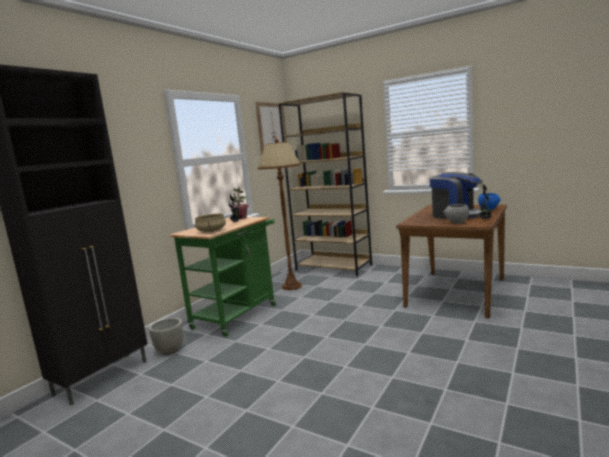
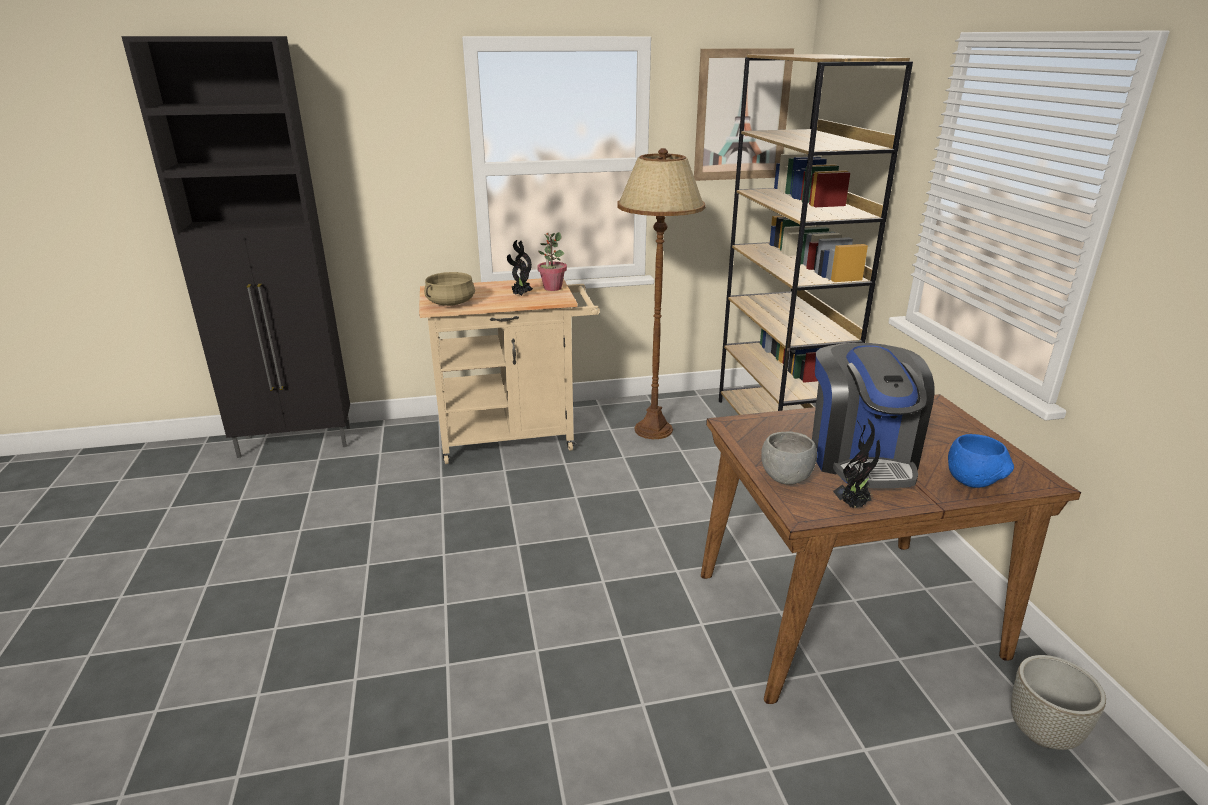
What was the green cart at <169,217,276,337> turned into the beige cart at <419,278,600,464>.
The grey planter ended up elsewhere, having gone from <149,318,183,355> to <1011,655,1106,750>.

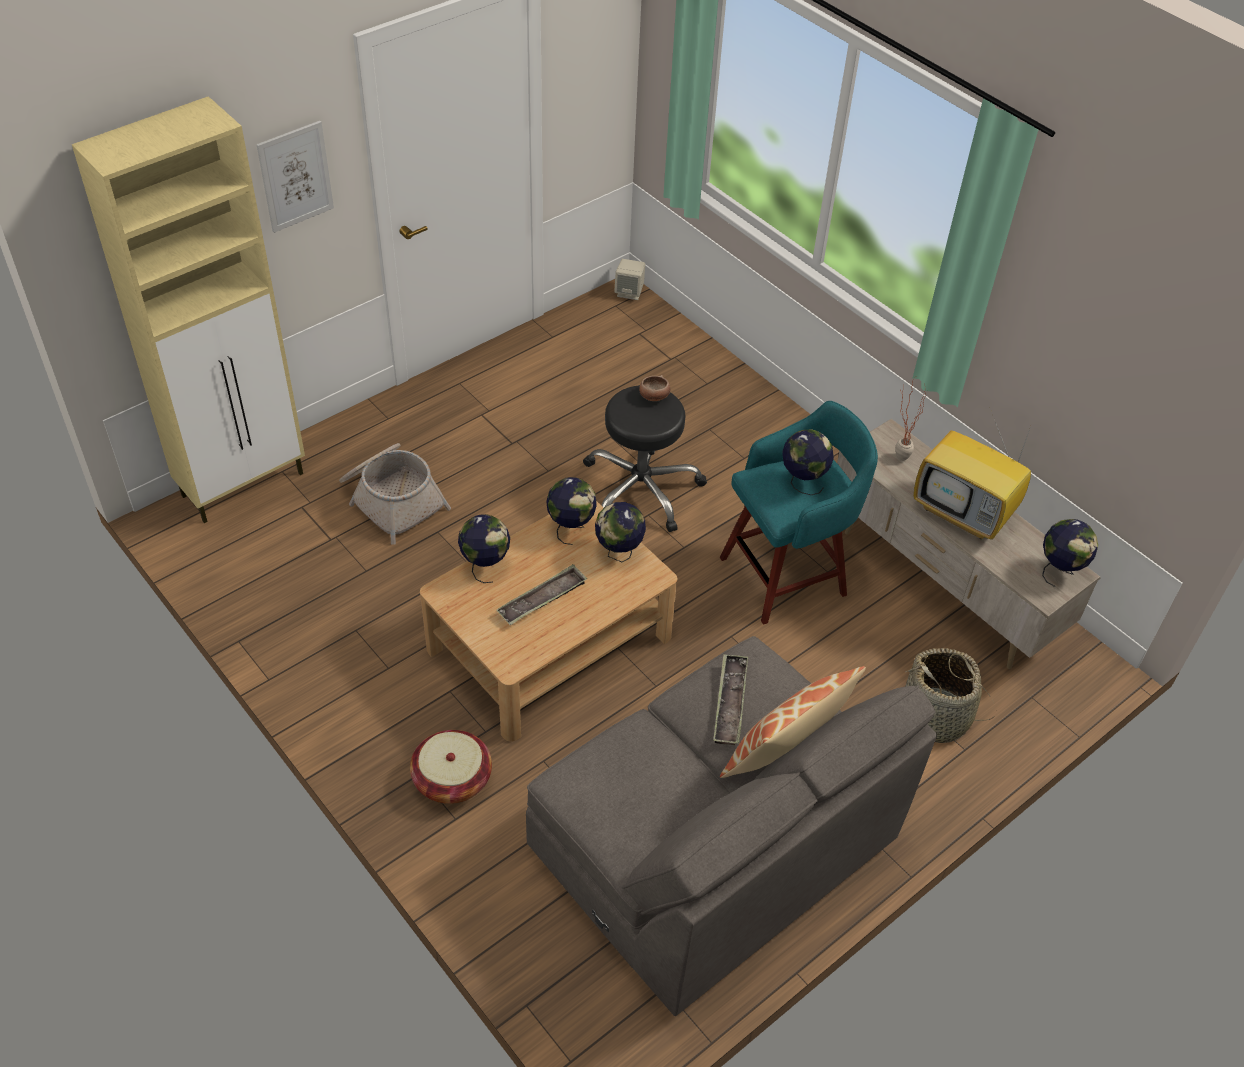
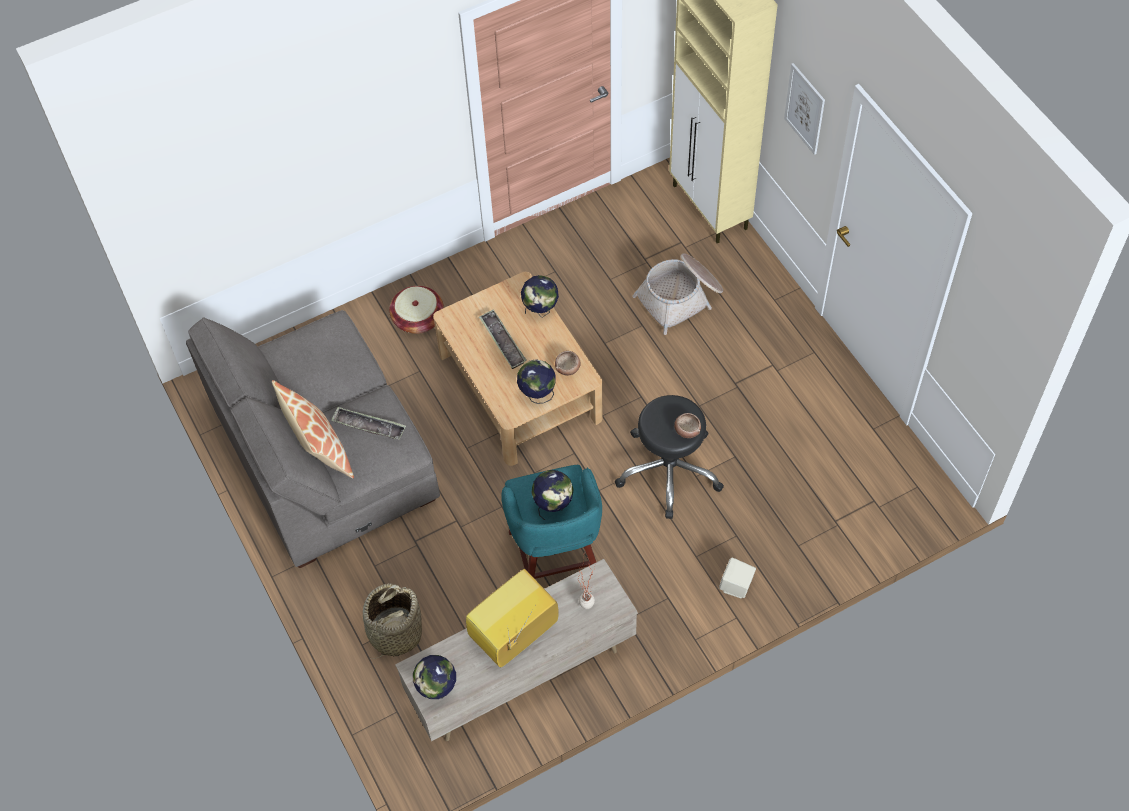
The beige speaker ended up elsewhere, having gone from <614,259,645,300> to <719,557,756,598>.
Where the globe stood at <546,477,597,545>, the bowl came to stand at <555,351,581,376>.

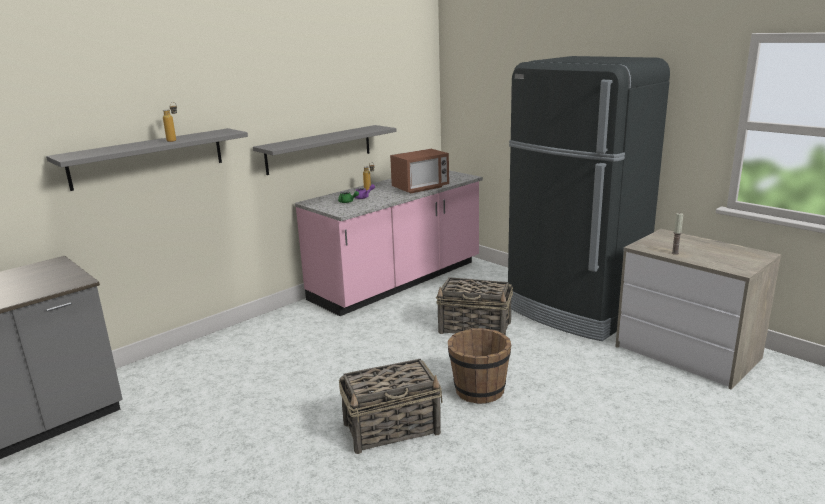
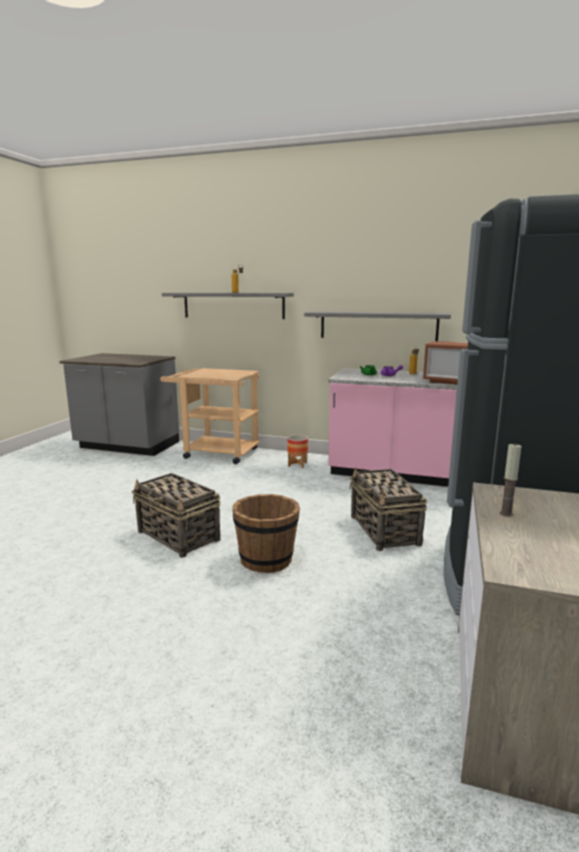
The second view gained the beige cart at <160,368,260,464>.
The second view gained the planter at <287,435,308,468>.

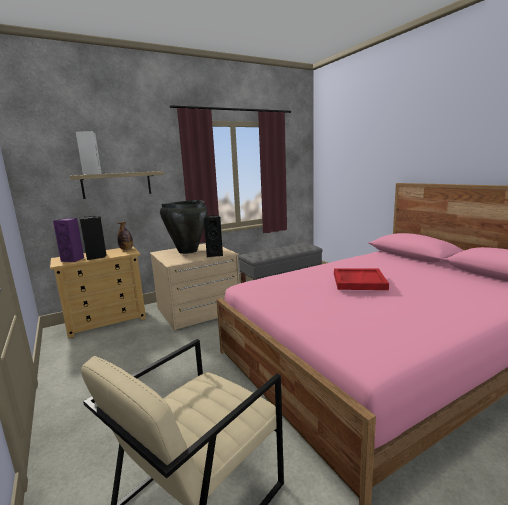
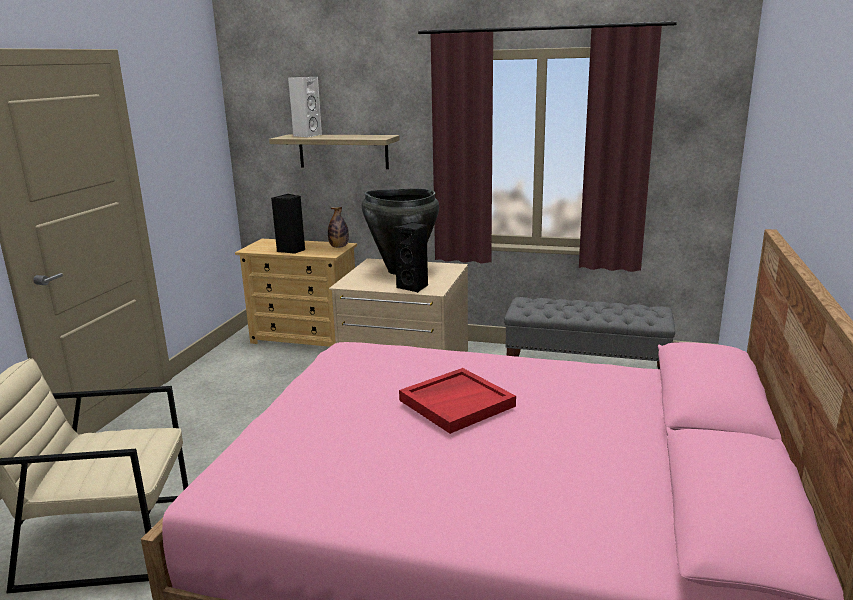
The second view lost the purple speaker at <53,218,84,262>.

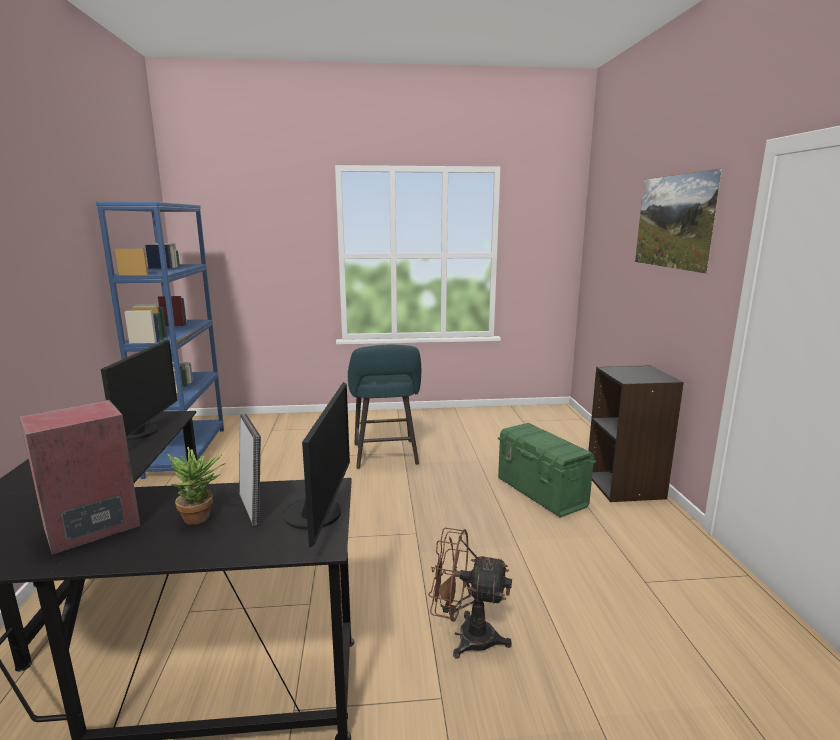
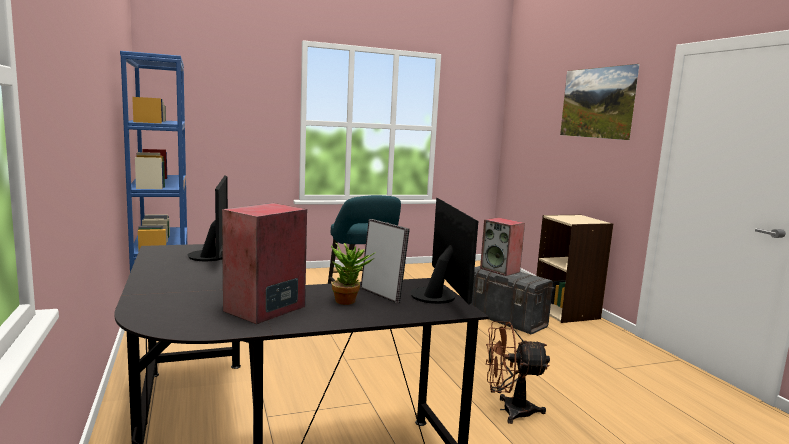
What was the black bookcase at <588,365,684,502> turned into the beige bookcase at <536,215,613,323>.
What was the green storage box at <498,423,596,518> turned into the grey storage box at <471,266,555,335>.
The second view gained the speaker at <480,218,525,276>.

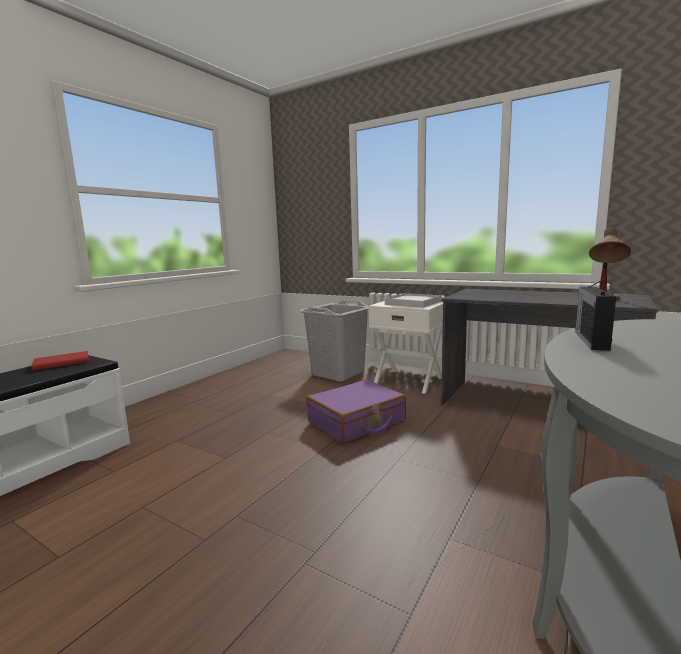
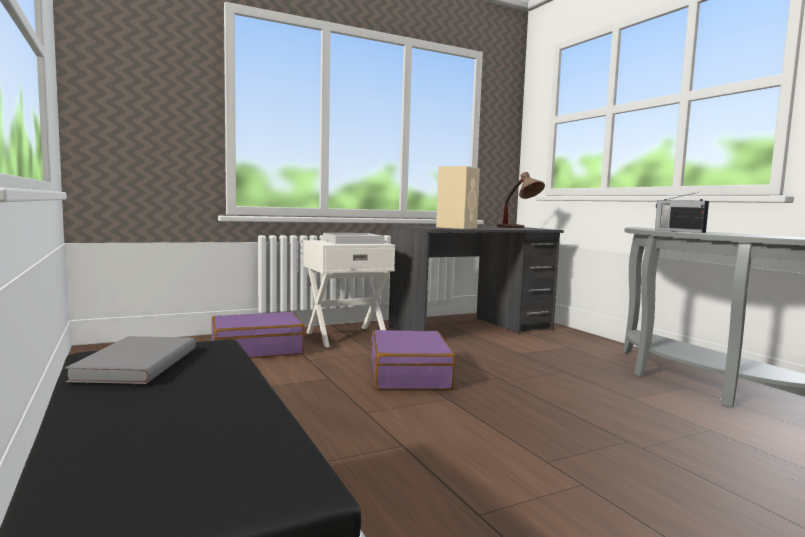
Where the grey laundry basket stood at <299,300,369,382>, the purple suitcase came to stand at <211,312,305,358>.
What was the red book at <31,351,89,371> turned into the grey book at <65,336,196,384>.
The second view gained the beige speaker at <436,166,480,229>.

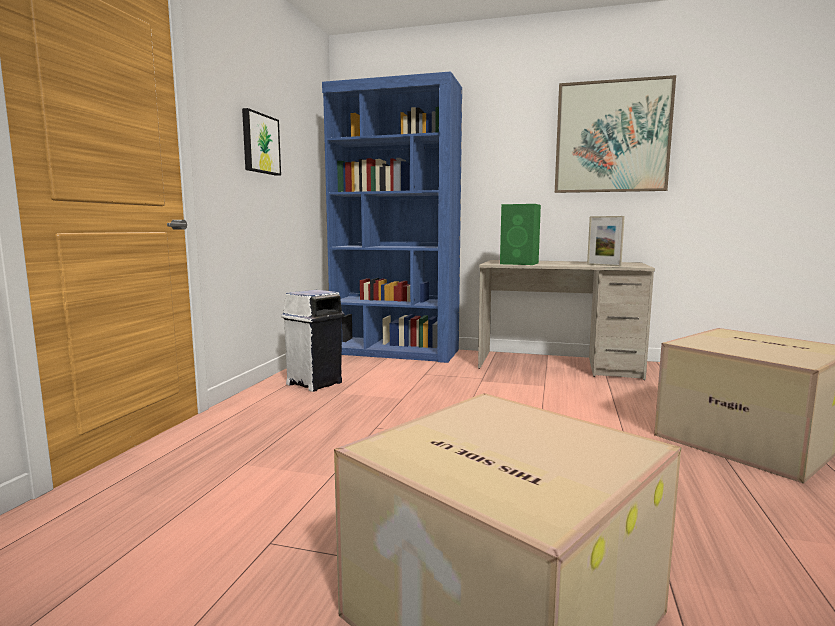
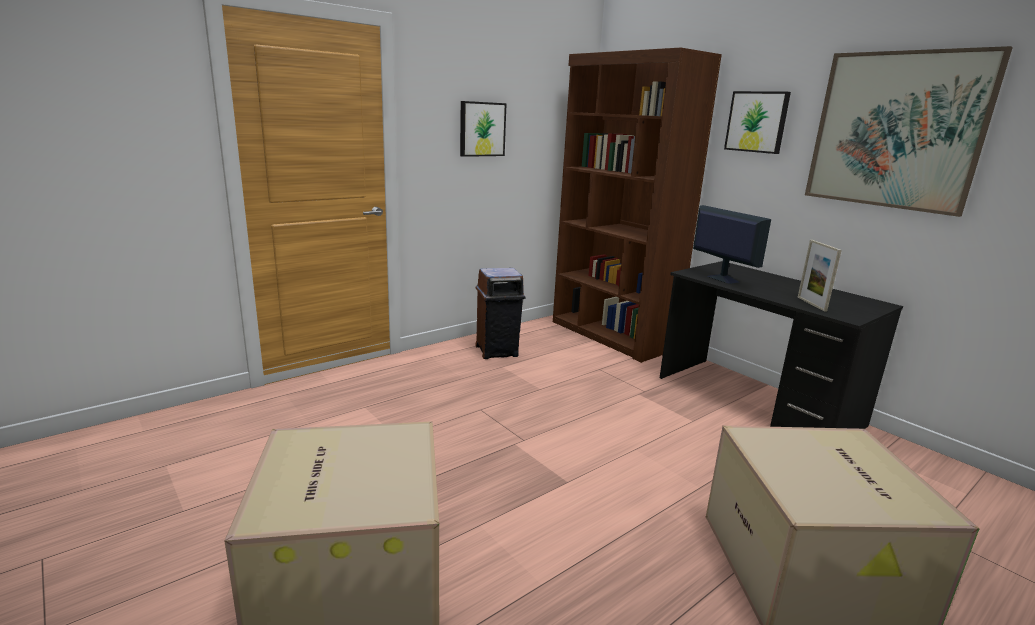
What was the blue bookcase at <322,71,462,363> turned into the brown bookcase at <553,48,722,363>.
Where the green speaker stood at <500,204,541,265>, the monitor came to stand at <693,205,771,284>.
What was the beige desk at <478,260,655,380> turned into the black desk at <660,261,903,429>.
What was the white trash can at <281,290,345,392> turned into the brown trash can at <475,268,525,359>.
The second view gained the picture at <724,91,791,154>.

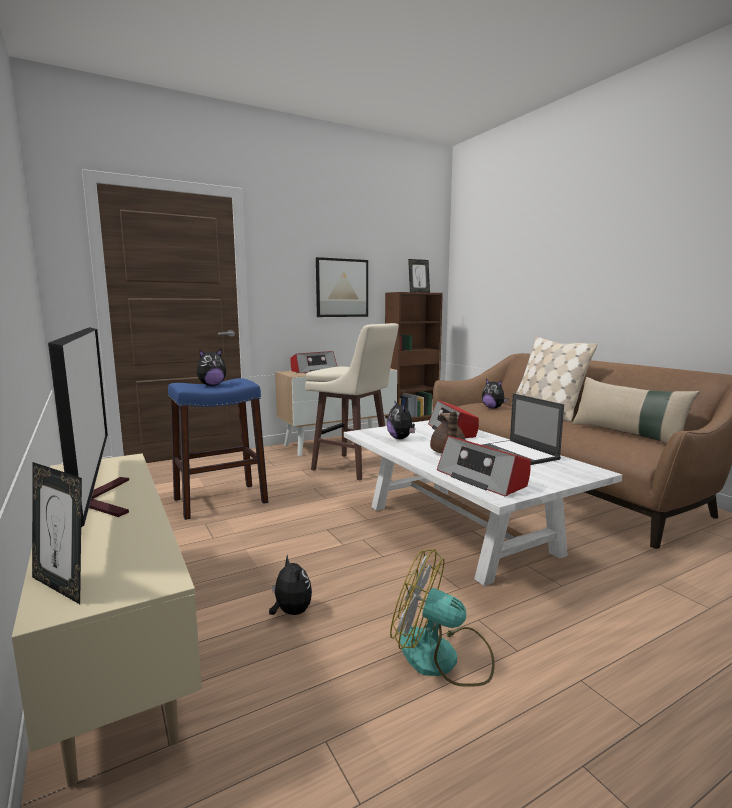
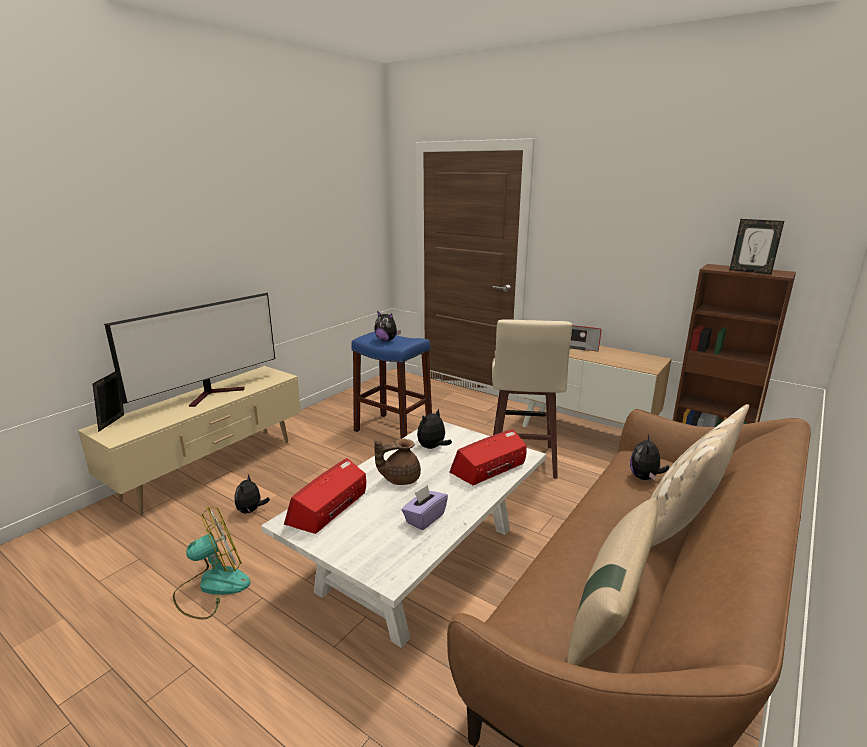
The second view lost the picture at <316,257,368,317>.
Where the laptop stood at <482,393,564,465>, the purple tissue box came to stand at <402,485,448,530>.
The fan at <390,549,495,687> ended up facing another way, 60 degrees clockwise from before.
The plush toy at <269,554,312,615> ended up facing another way, 150 degrees clockwise from before.

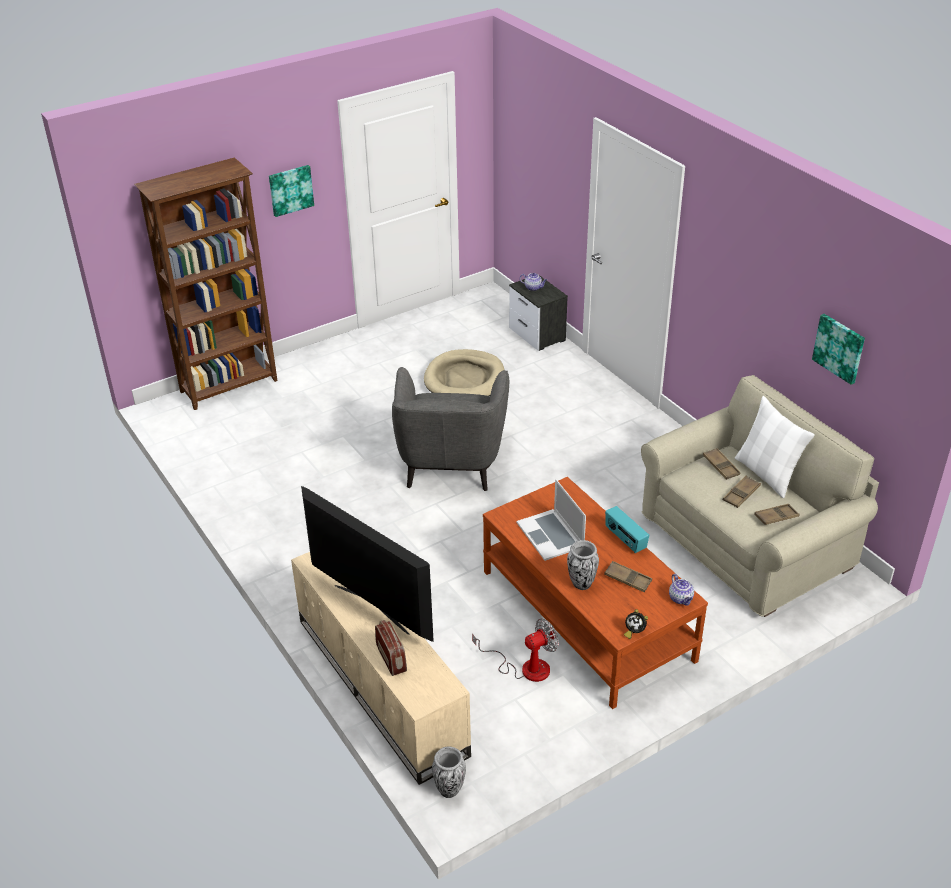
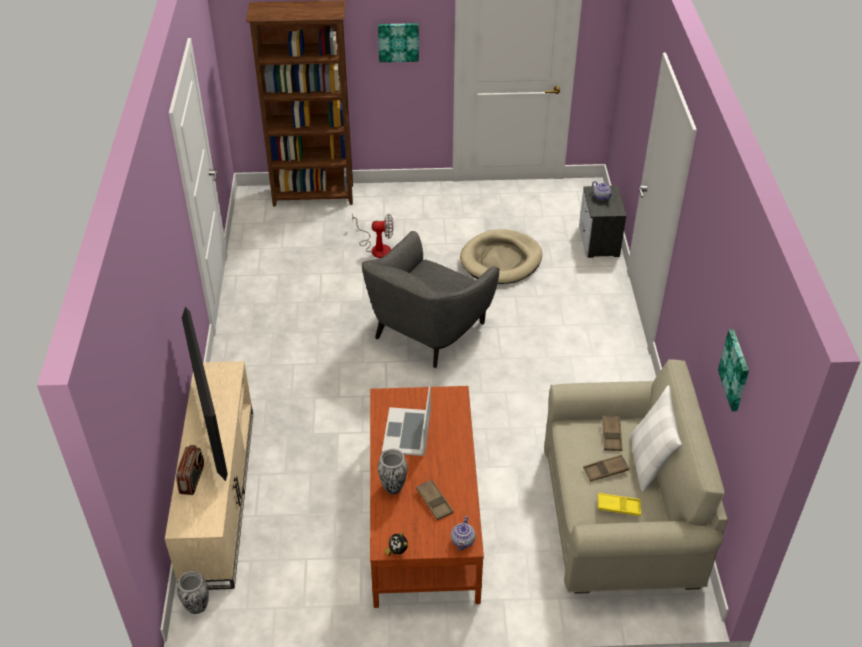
What was the brown tray at <754,504,800,525> turned into the yellow tray at <598,493,641,516>.
The second view lost the radio at <605,506,649,554>.
The fan ended up elsewhere, having gone from <472,619,559,682> to <352,213,393,258>.

